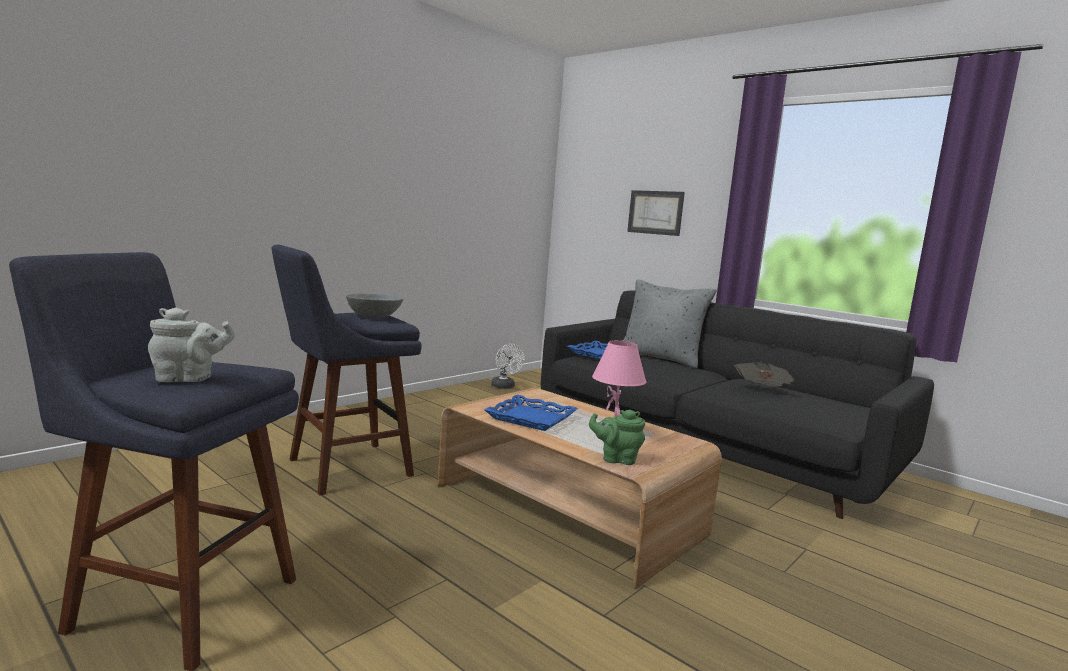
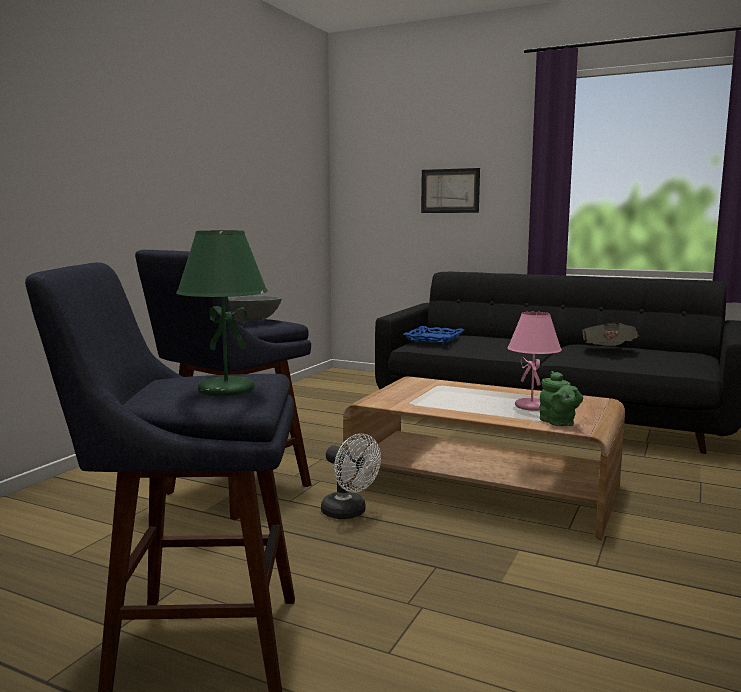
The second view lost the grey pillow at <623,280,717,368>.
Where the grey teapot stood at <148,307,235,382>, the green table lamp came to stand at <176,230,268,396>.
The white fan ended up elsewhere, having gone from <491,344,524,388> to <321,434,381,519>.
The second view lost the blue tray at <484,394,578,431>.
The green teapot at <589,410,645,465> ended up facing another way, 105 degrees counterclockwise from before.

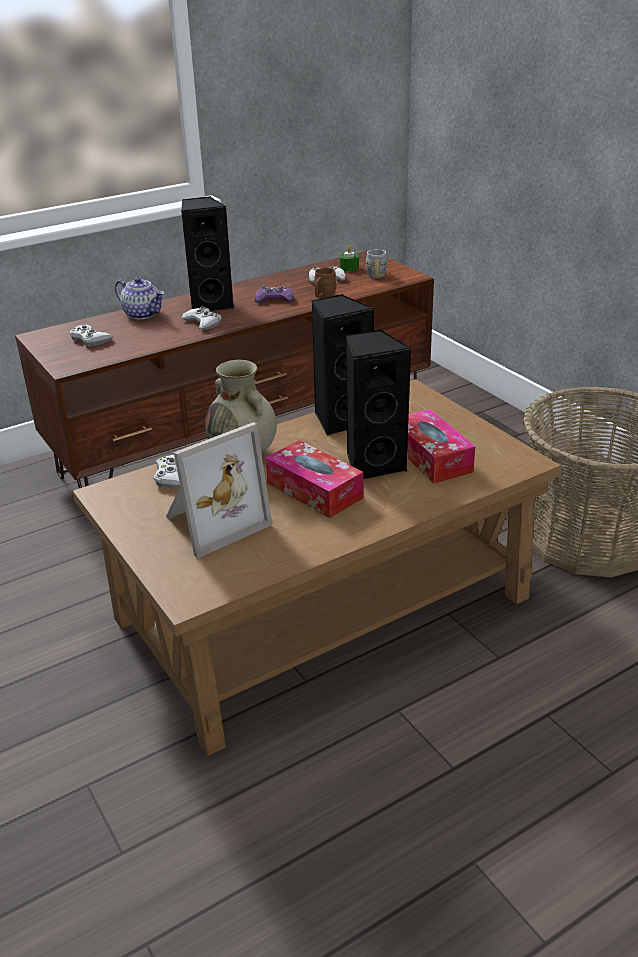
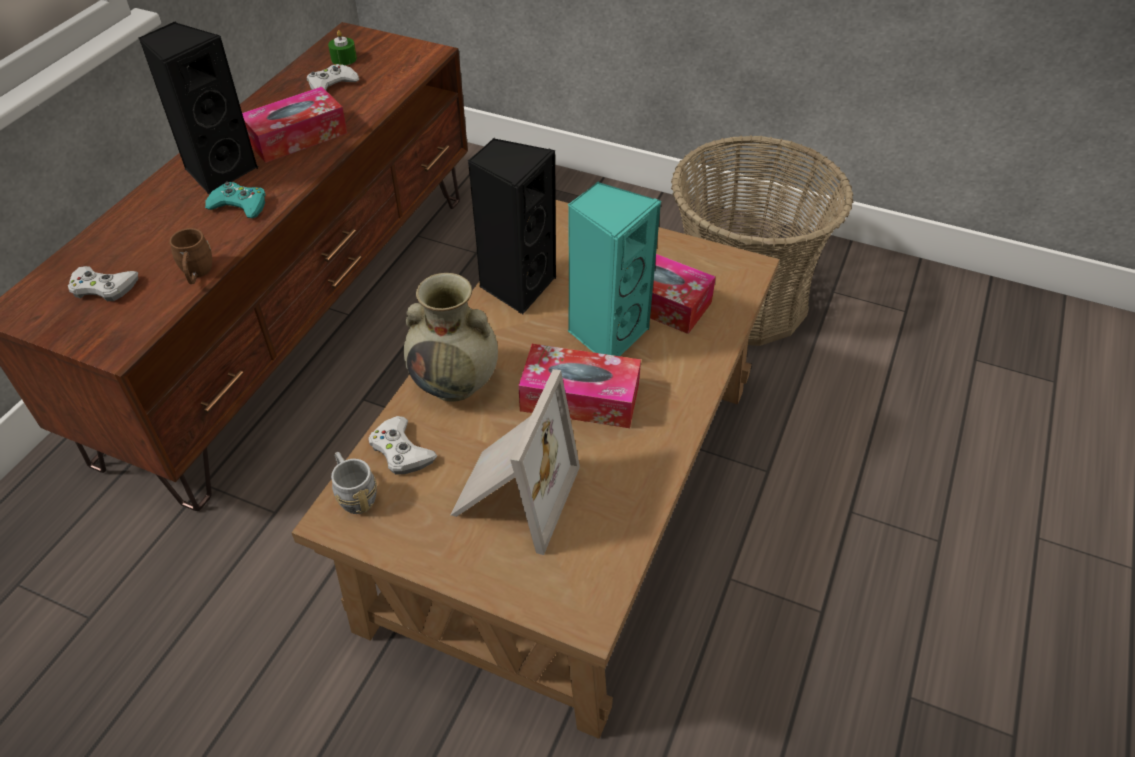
The grey mug ended up elsewhere, having gone from <366,249,388,278> to <331,452,377,514>.
The brown mug ended up elsewhere, having gone from <314,268,337,298> to <169,228,212,284>.
The second view lost the teapot at <115,277,164,319>.
Where the purple game controller stood at <255,286,294,303>, the tissue box came to stand at <242,87,347,163>.
What was the white game controller at <181,306,222,330> turned into the turquoise game controller at <205,182,266,218>.
What was the black speaker at <346,329,411,479> turned into the turquoise speaker at <568,181,661,356>.

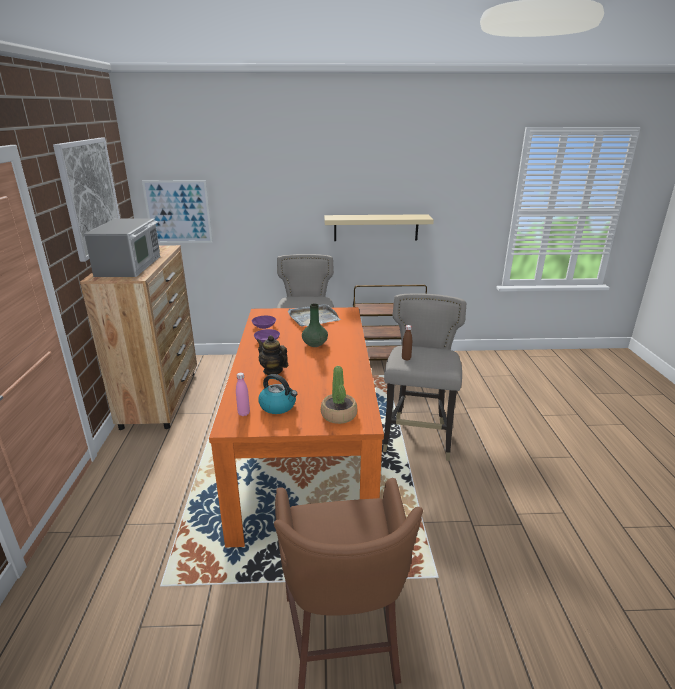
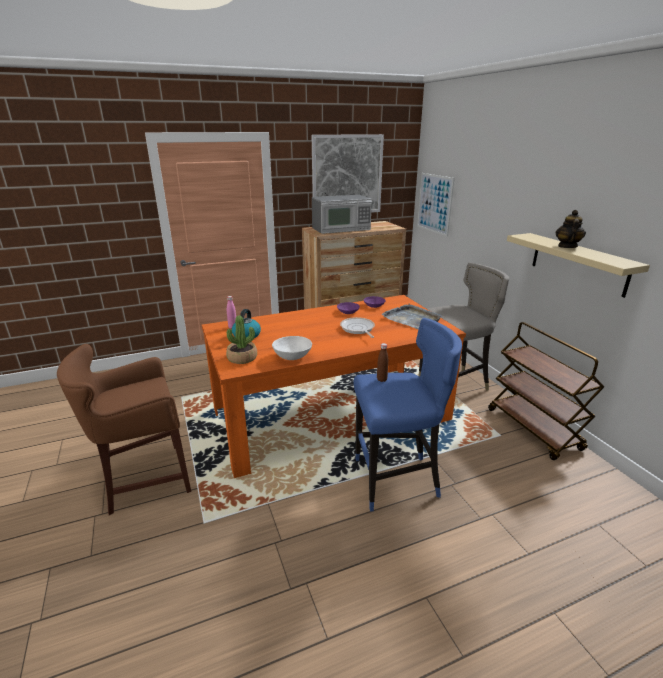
What was the grey stool at <383,293,466,461> turned into the blue stool at <353,318,462,512>.
Where the green vase stood at <302,303,328,347>, the frying pan came to stand at <340,317,375,338>.
The teapot ended up elsewhere, having gone from <257,335,288,375> to <555,210,586,248>.
The second view gained the white bowl at <272,336,312,360>.

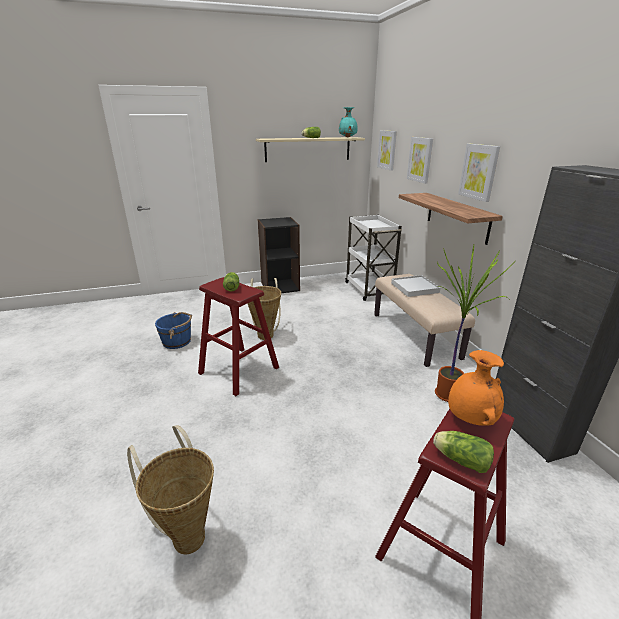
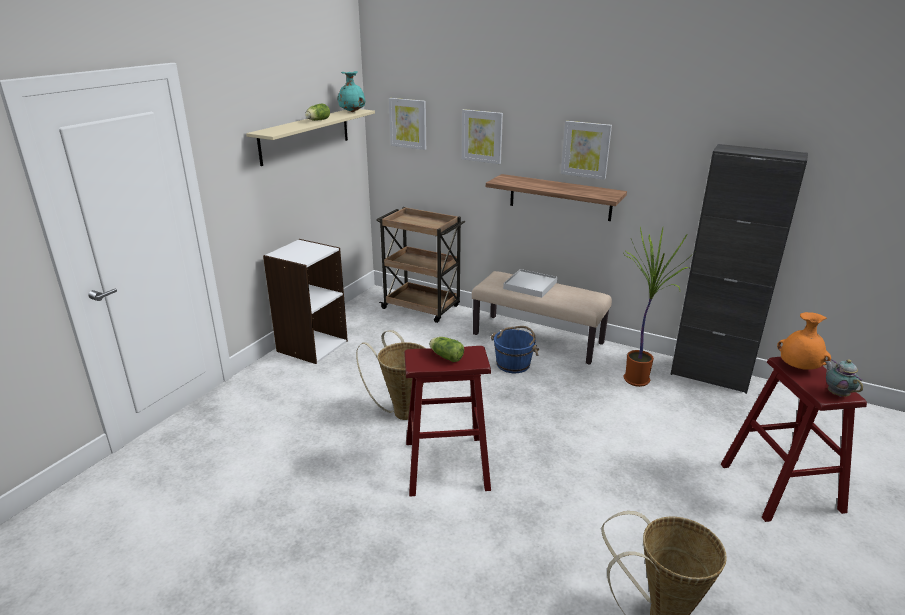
What was the white cart at <345,215,402,301> turned into the brown cart at <376,207,465,323>.
What was the black bookcase at <258,217,300,293> turned into the white bookcase at <263,239,348,364>.
The blue bucket ended up elsewhere, having gone from <155,312,192,349> to <491,326,539,373>.
Where the lettuce stood at <433,431,494,473>, the teapot came to stand at <825,359,863,397>.

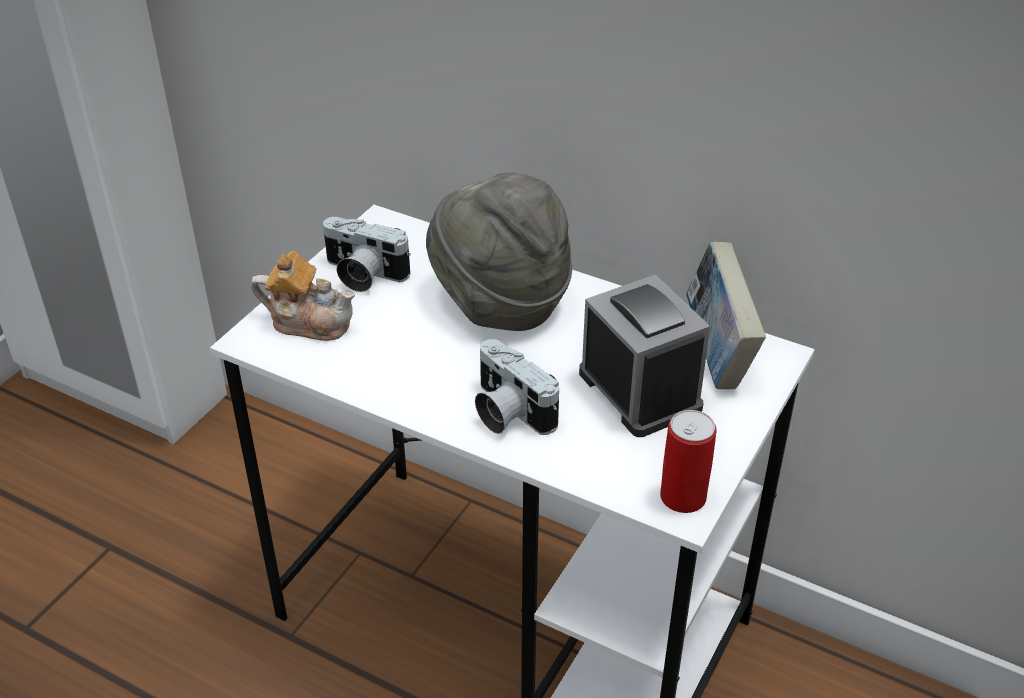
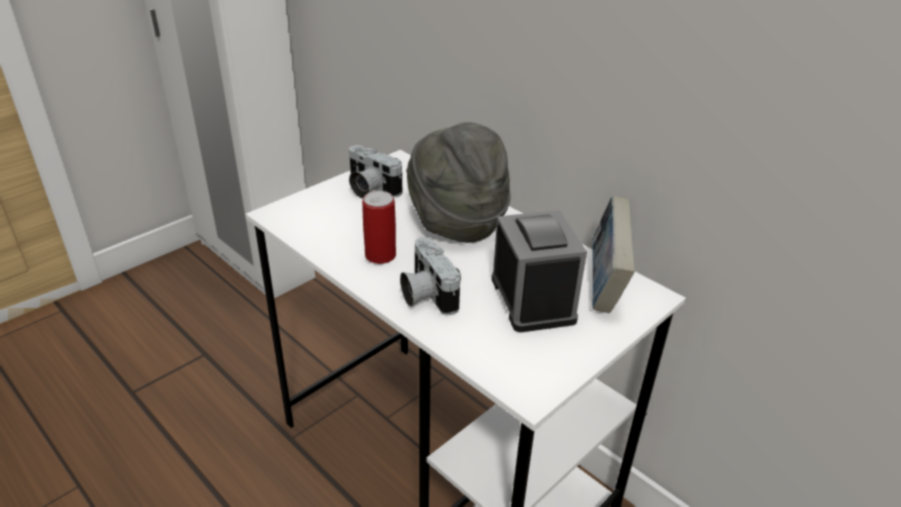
The second view lost the teapot at <251,251,355,341>.
The can ended up elsewhere, having gone from <660,410,717,513> to <362,191,396,264>.

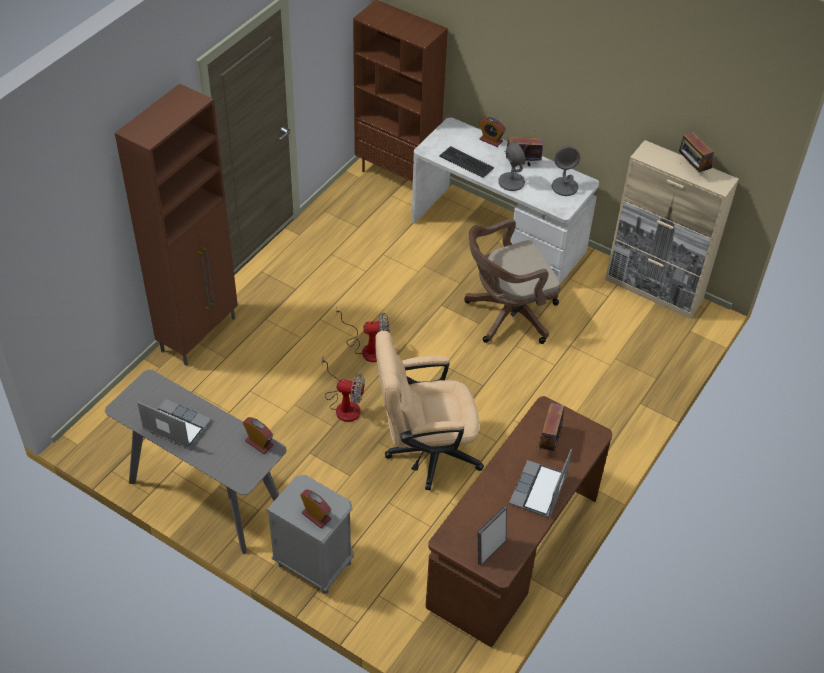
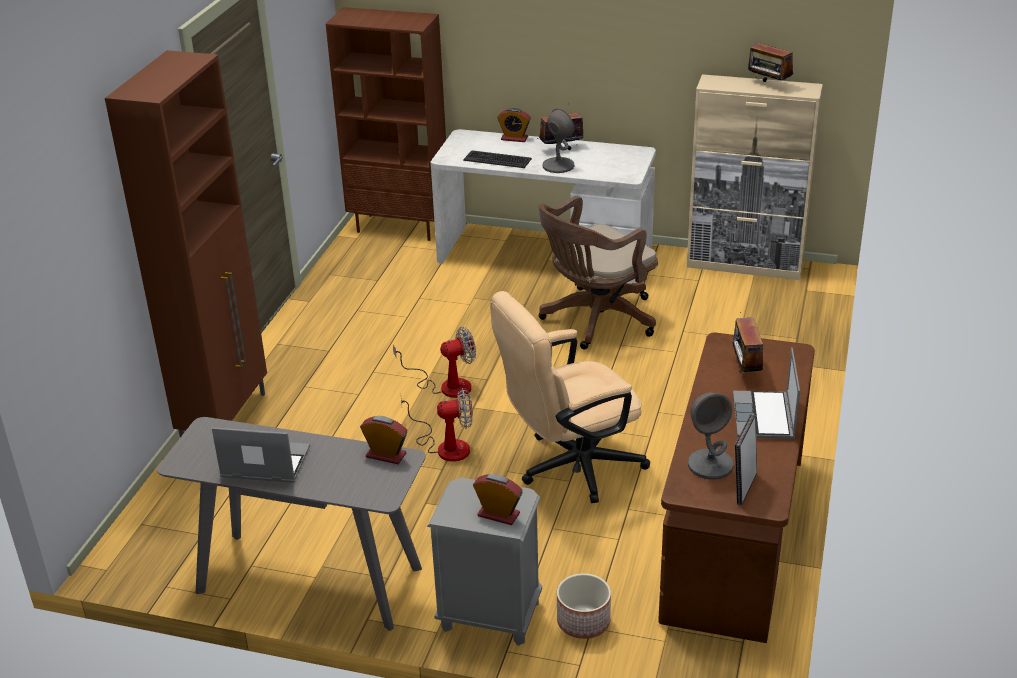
The grey table lamp ended up elsewhere, having gone from <552,146,580,196> to <688,393,734,479>.
The second view gained the planter at <557,573,611,639>.

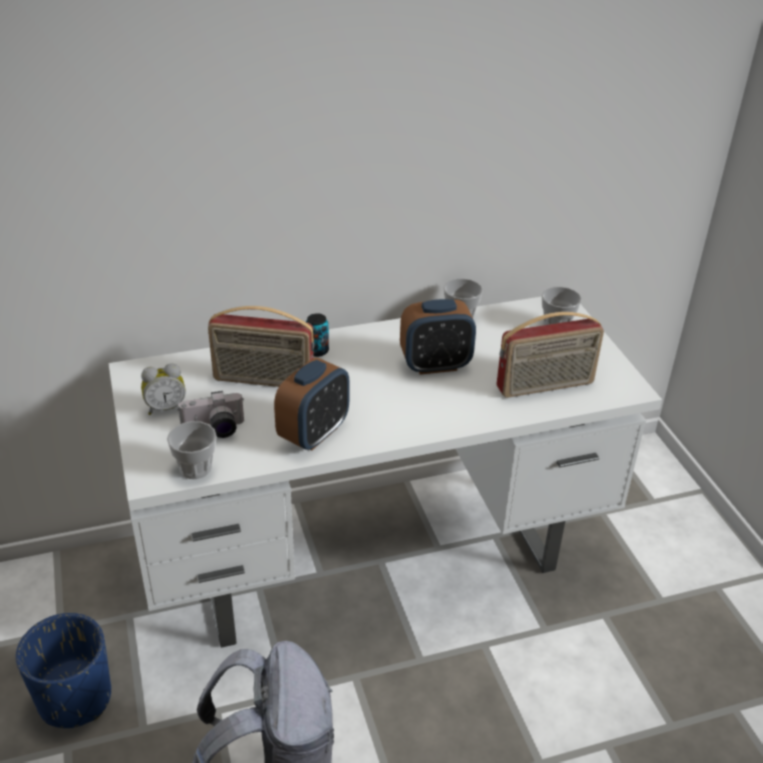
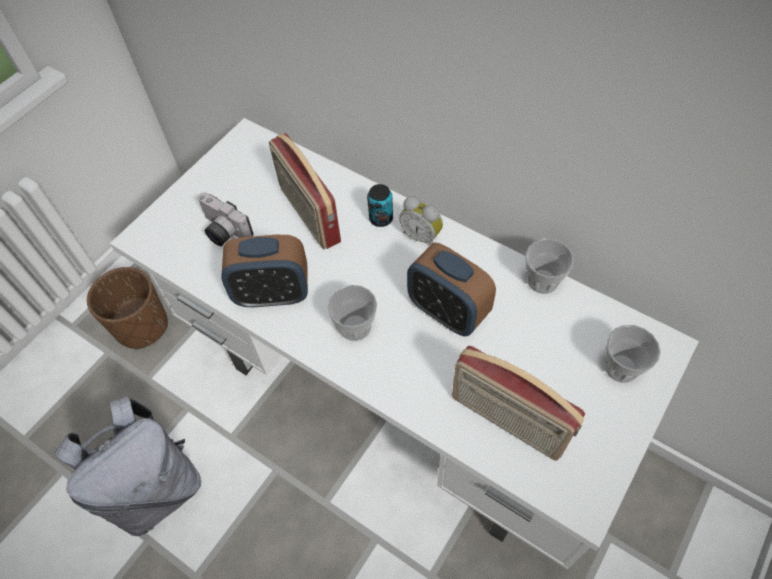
The alarm clock ended up elsewhere, having gone from <141,363,185,415> to <399,196,443,245>.
The cup ended up elsewhere, having gone from <167,421,217,479> to <327,285,377,341>.
What was the blue planter at <16,613,111,728> turned into the brown planter at <87,267,168,350>.

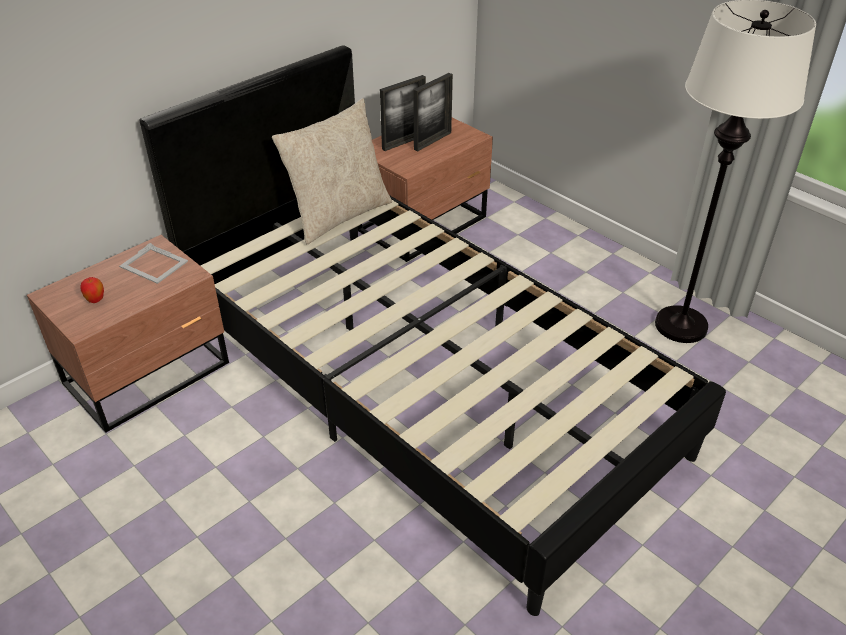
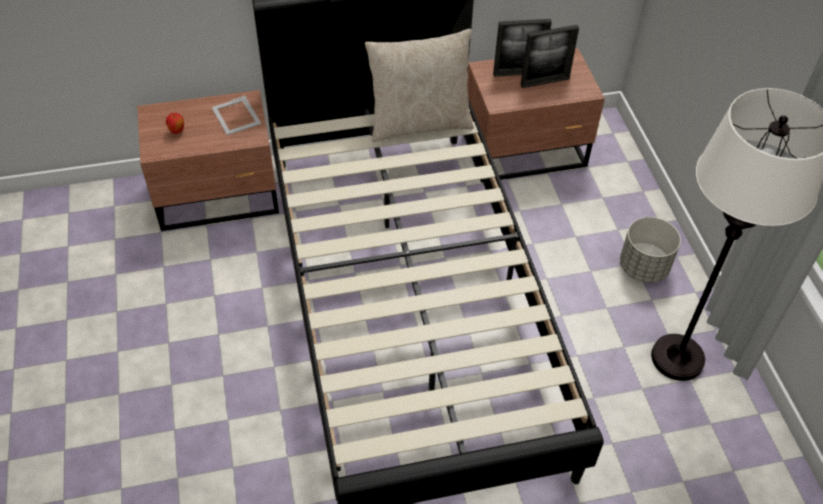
The second view gained the grey planter at <620,217,681,283>.

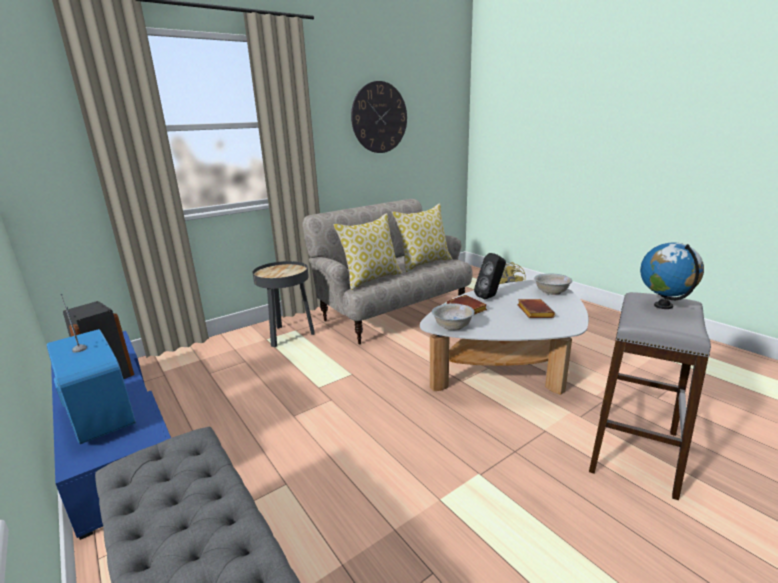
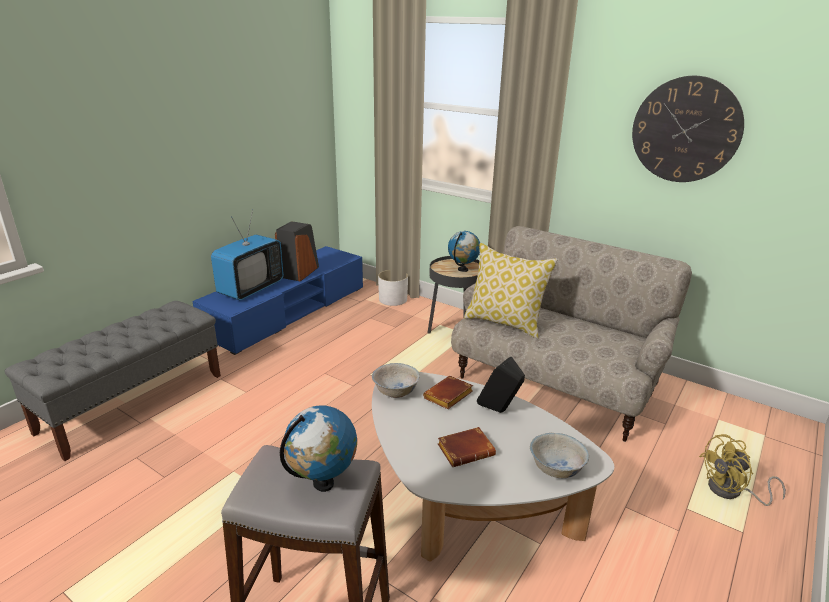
The second view lost the pillow at <392,203,452,272>.
The second view gained the globe at <448,231,480,272>.
The second view gained the white planter at <378,270,408,306>.

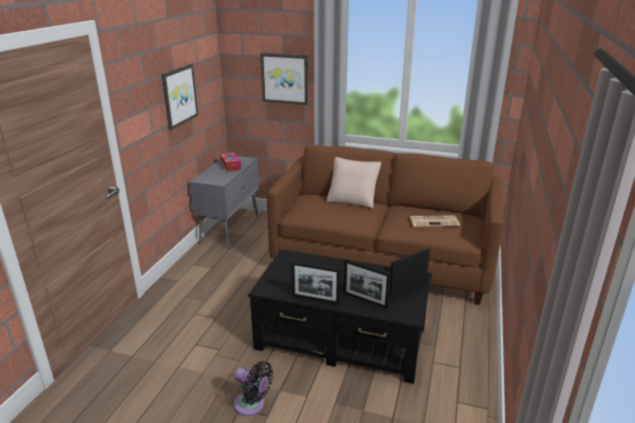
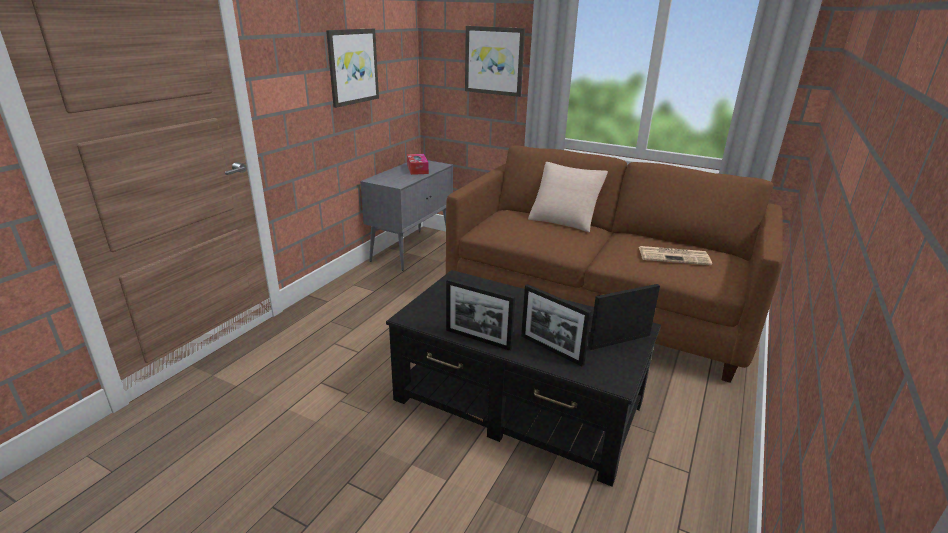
The second view lost the black fan at <234,361,273,416>.

